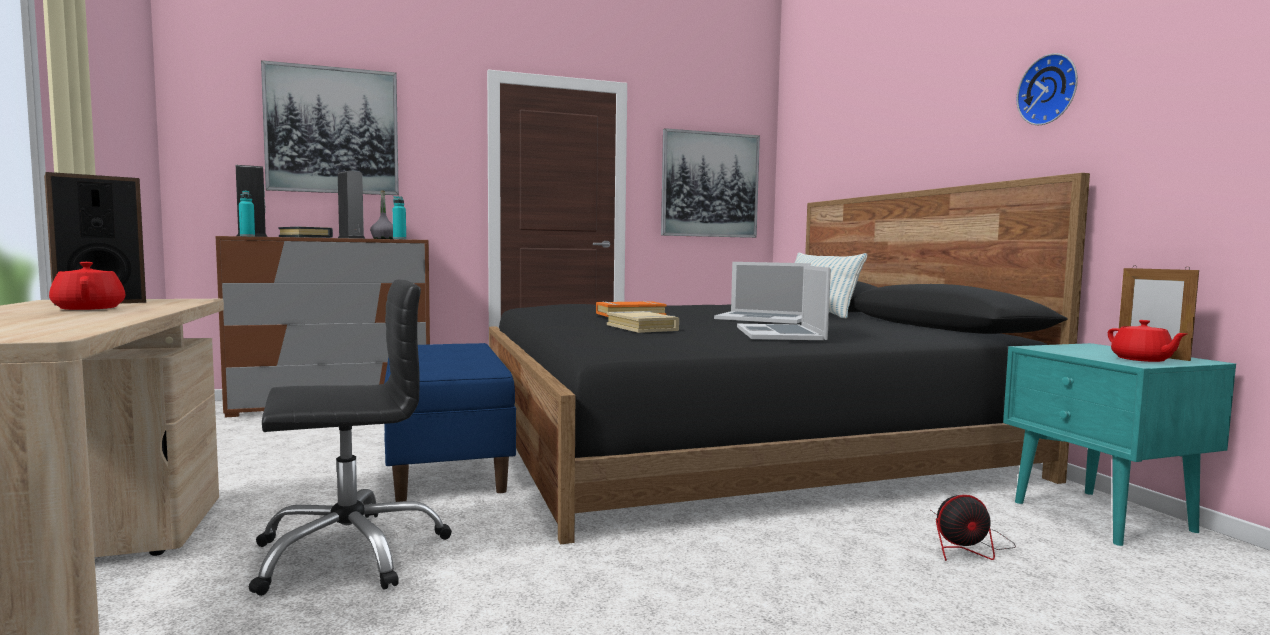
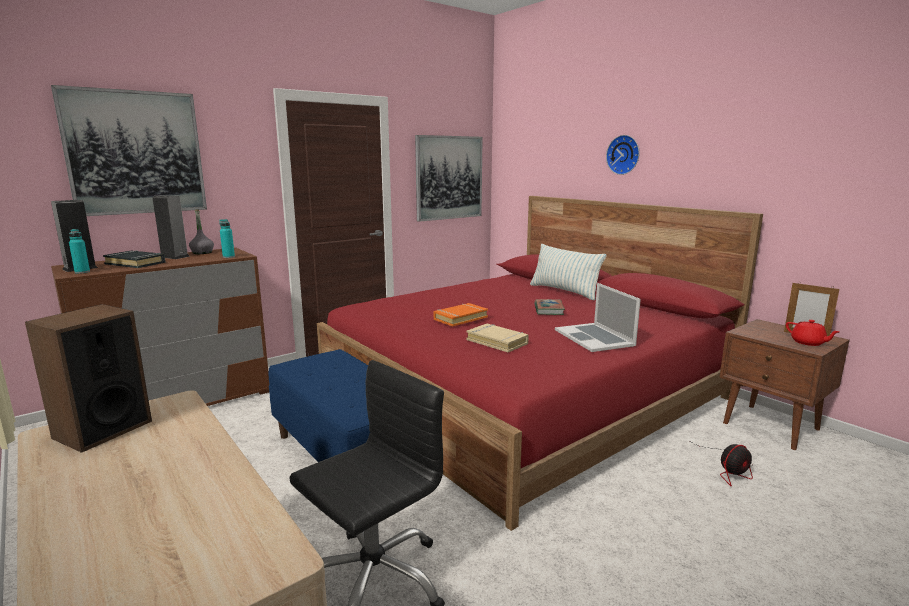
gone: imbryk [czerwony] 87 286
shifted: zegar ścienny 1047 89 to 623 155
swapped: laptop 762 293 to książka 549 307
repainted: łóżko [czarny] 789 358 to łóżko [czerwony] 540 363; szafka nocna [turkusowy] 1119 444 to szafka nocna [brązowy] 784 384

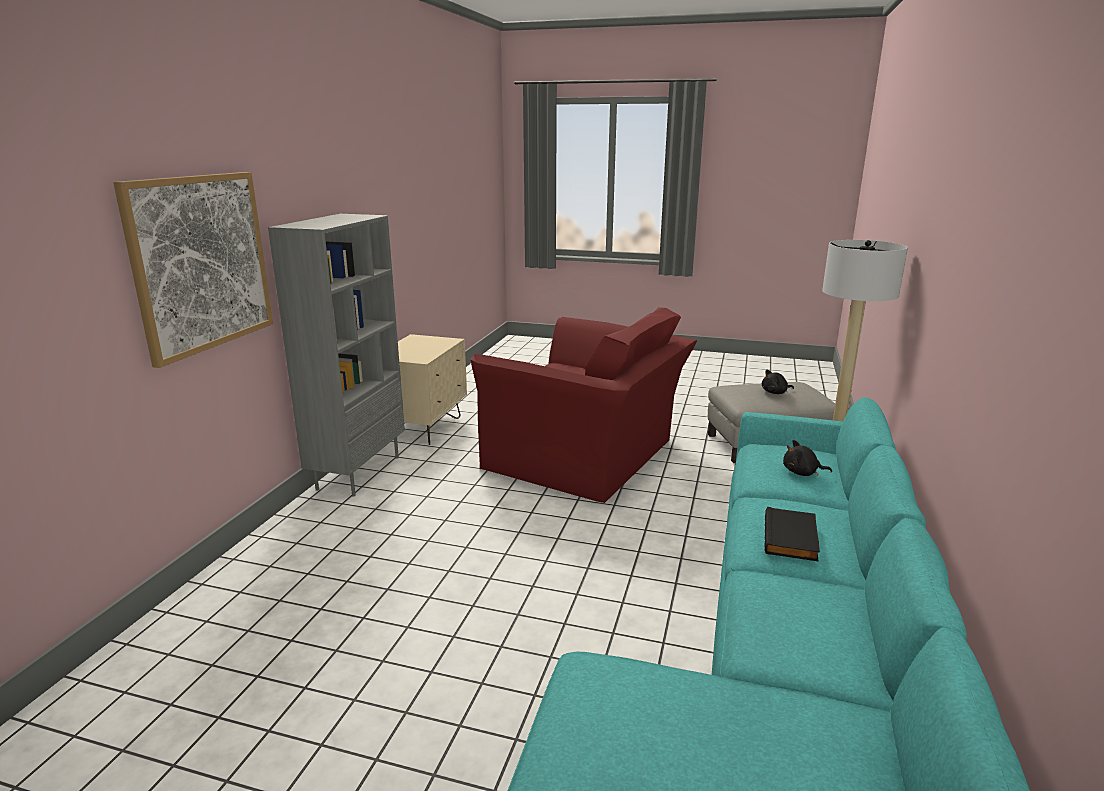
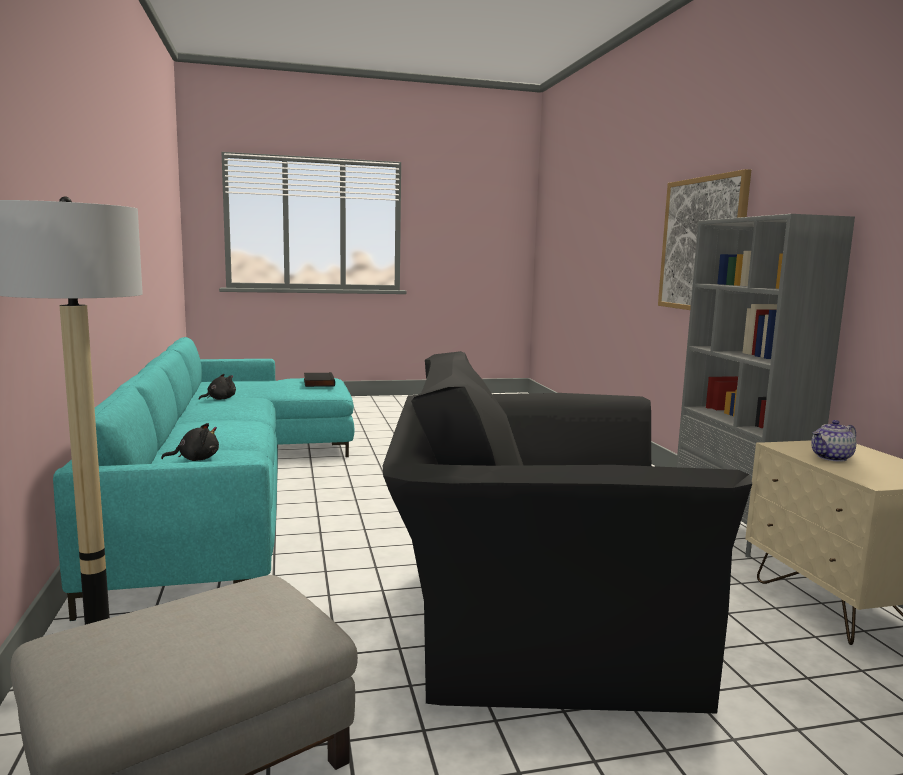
new: imbryk 833 441
shifted: pluszak [czarny] 778 381 to 217 387; książka [czarny] 792 534 to 319 379
repainted: fotel [czerwony] 583 405 to fotel [czarny] 567 532

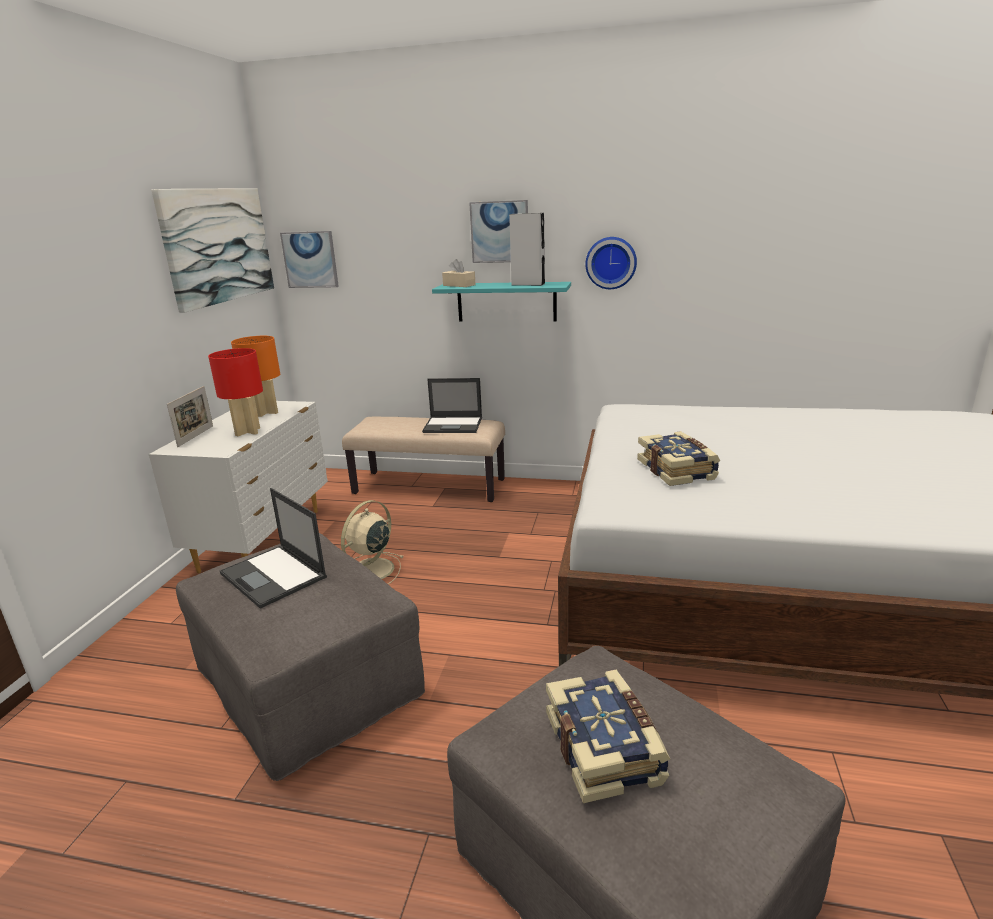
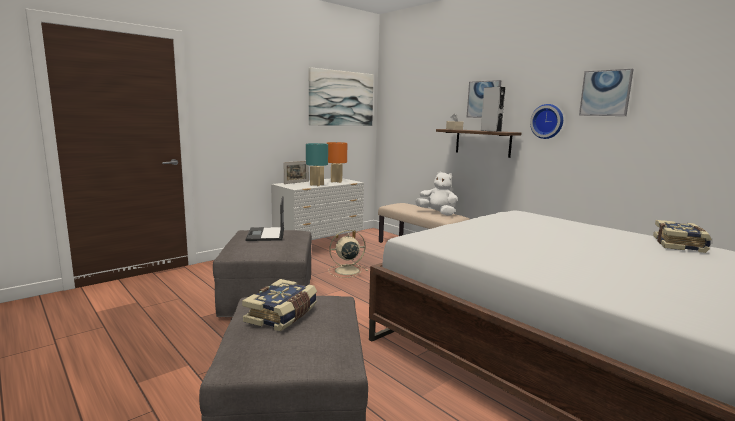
shifted: obraz 309 259 to 606 92; książka 678 458 to 682 236
swapped: laptop 452 405 to pluszak [biały] 436 193
repainted: lampa stołowa [czerwony] 235 392 to lampa stołowa [turkusowy] 317 164; półka [turkusowy] 501 302 to półka [brązowy] 478 143

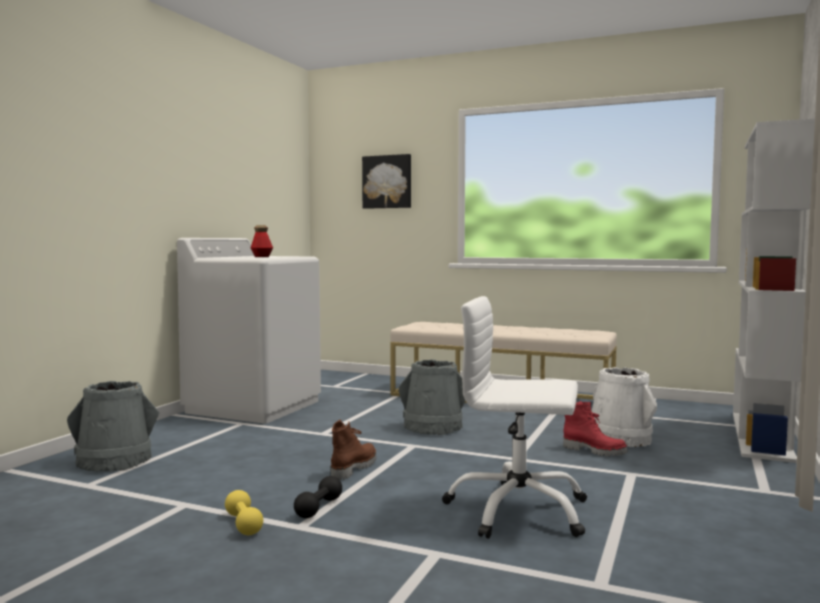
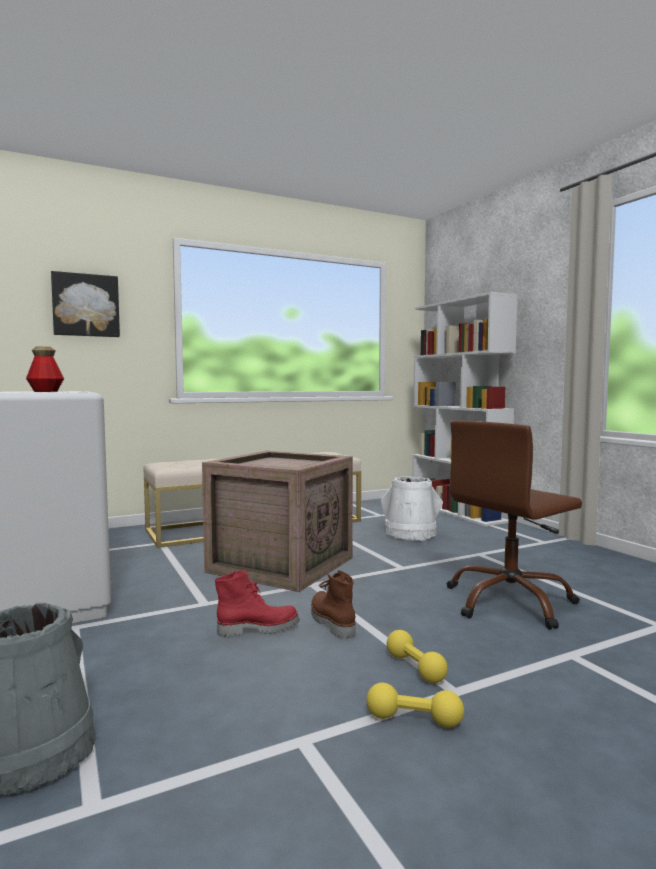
shifted: but z cholewką [czerwony] 595 428 to 257 603
swapped: wiadro [szary] 432 397 to skrzynka 277 521
repainted: hantel [czarny] 318 497 to hantel [żółty] 417 656; krzesło biurowe [biały] 514 417 to krzesło biurowe [brązowy] 514 525

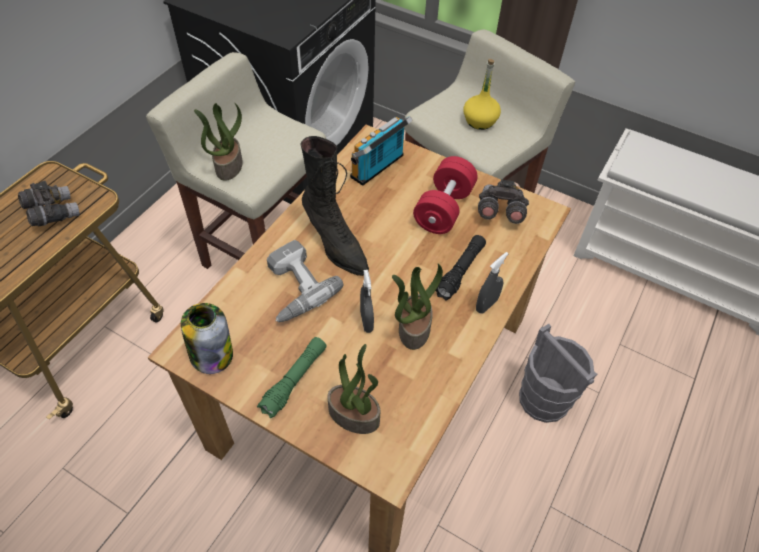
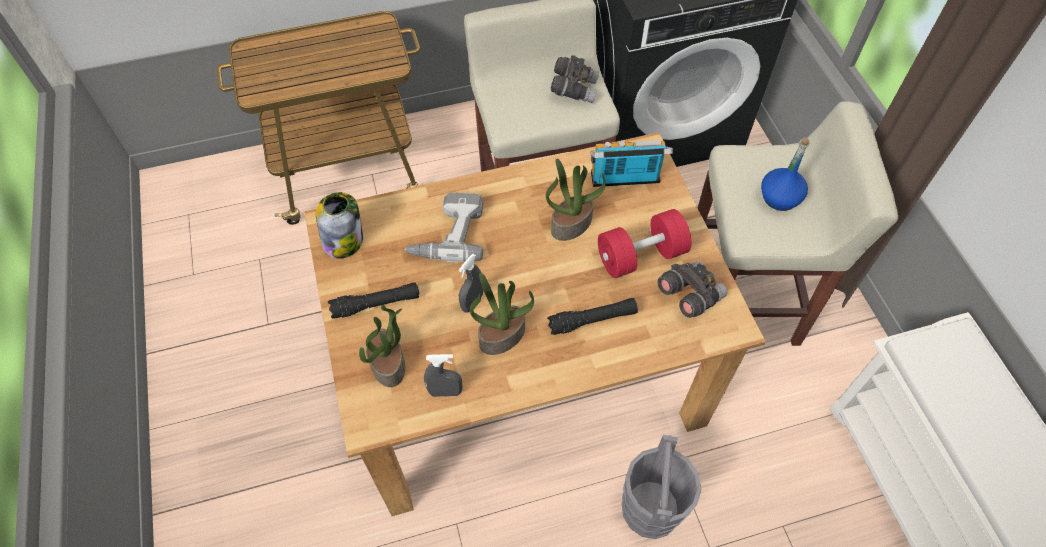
gone: but z cholewką [czarny] 334 206
shifted: lornetka [szary] 49 204 to 575 79; roślina doniczkowa 218 142 to 576 200; spryskiwacz [szary] 492 283 to 443 375
repainted: latarka [zielony] 292 377 to latarka [czarny] 373 300; butelka [żółty] 482 94 to butelka [niebieski] 785 174

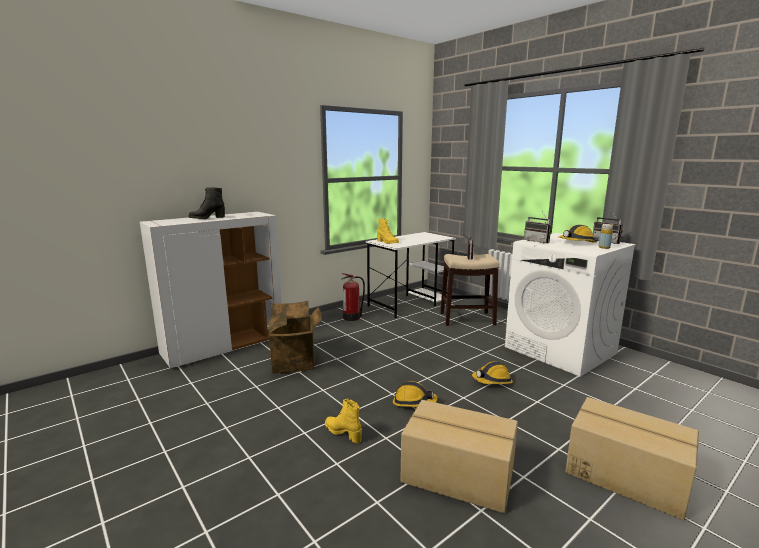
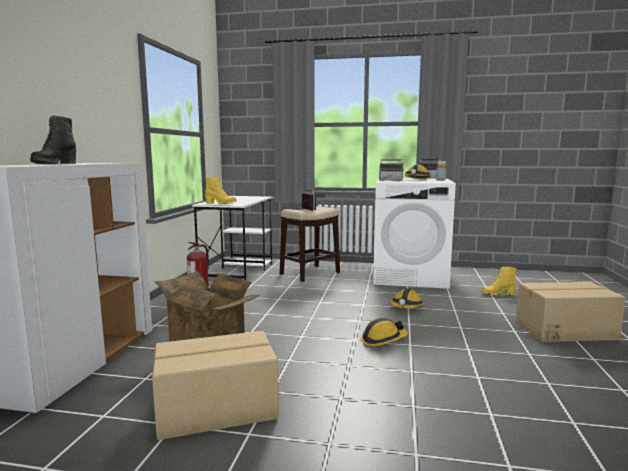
shifted: but z cholewką [żółty] 343 421 to 499 281; karton 459 456 to 215 385

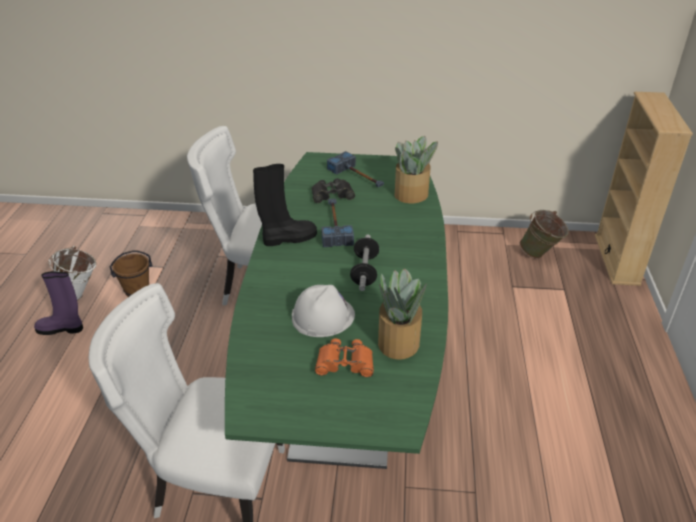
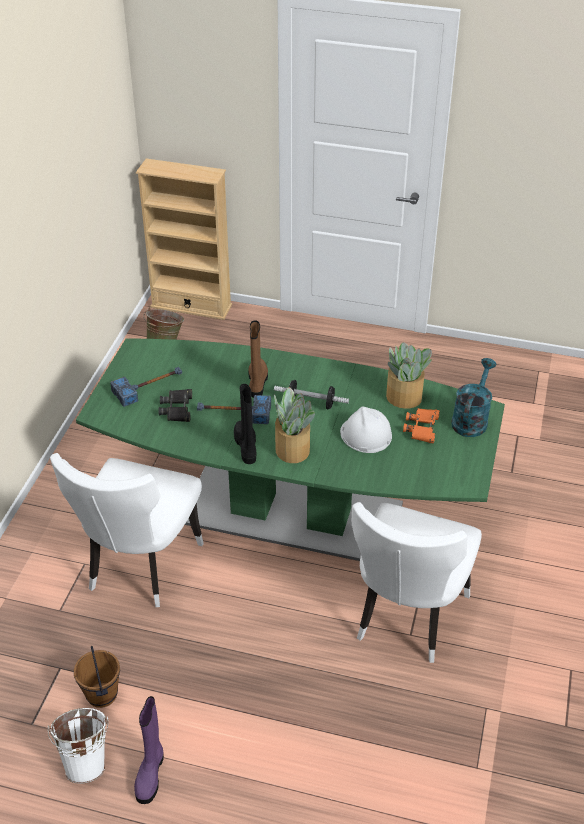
new: but z cholewką [brązowy] 258 359; konewka [turkusowy] 474 397
shifted: roślina doniczkowa 416 169 to 294 425

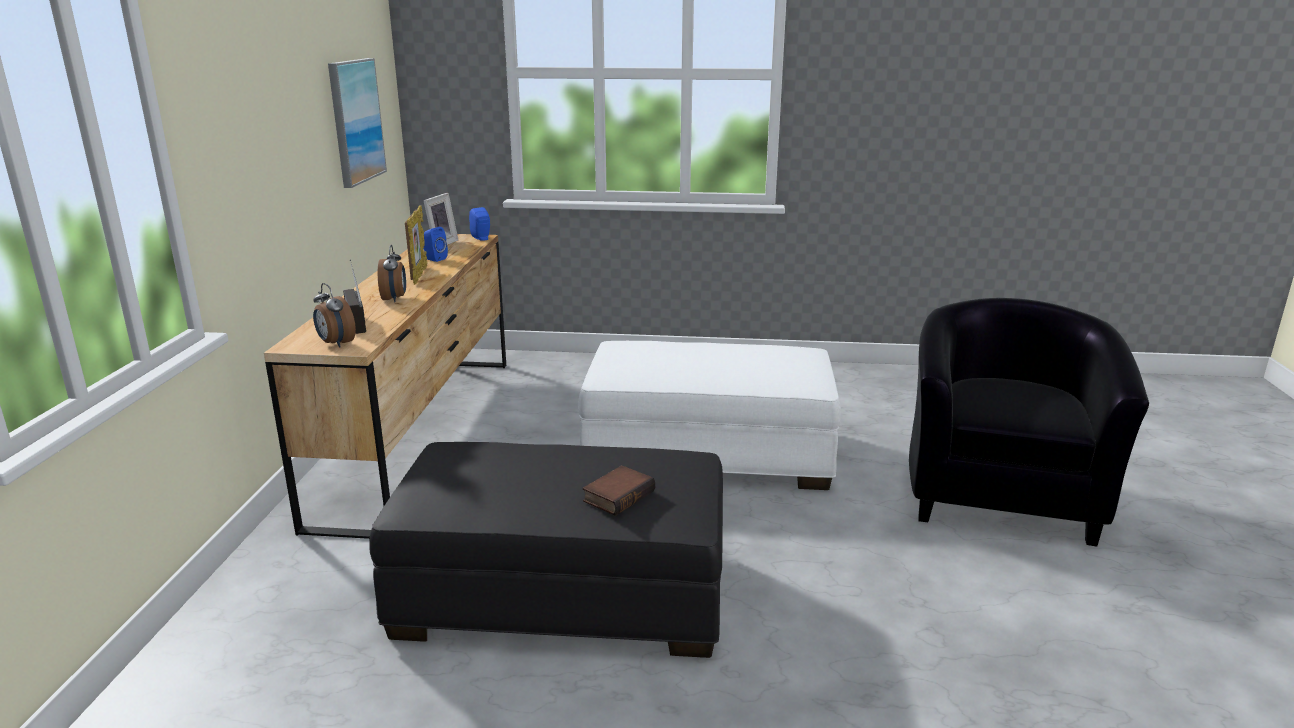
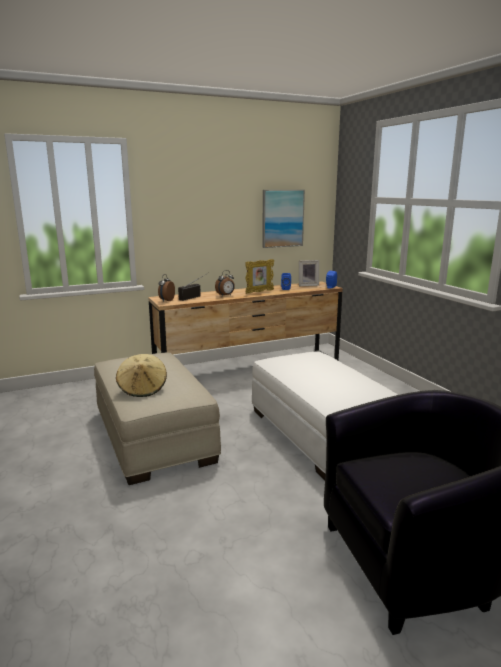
swapped: książka 619 490 to kapelusz [beżowy] 141 375
repainted: pufa [czarny] 546 550 to pufa [beżowy] 157 418

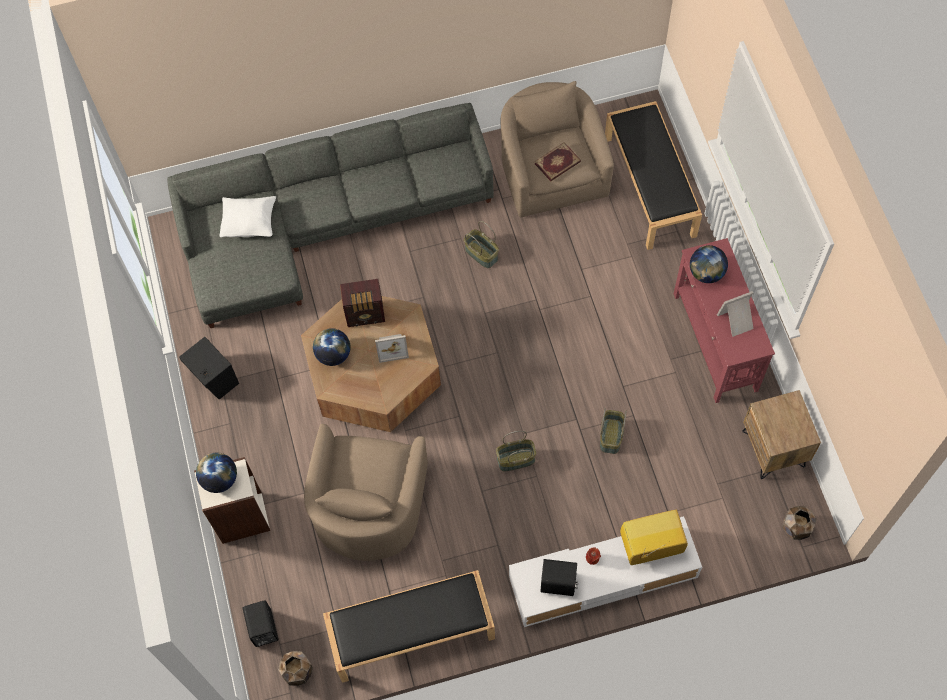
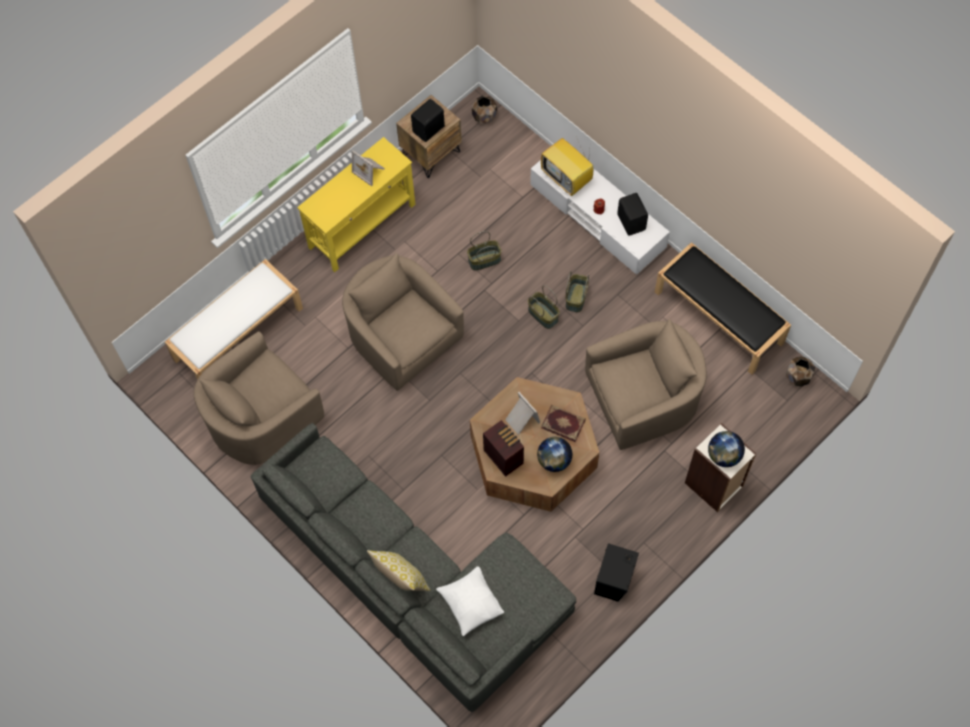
gone: globus 709 264
new: fotel [beżowy] 403 322; poduszka 399 570
shifted: głośnik [czarny] 260 624 to 428 120; koszyk 481 244 to 577 291; książka 558 161 to 563 423
repainted: ławka [czarny] 653 175 to ławka [biały] 234 319; stolik konsolowy [czerwony] 724 320 to stolik konsolowy [żółty] 356 204

